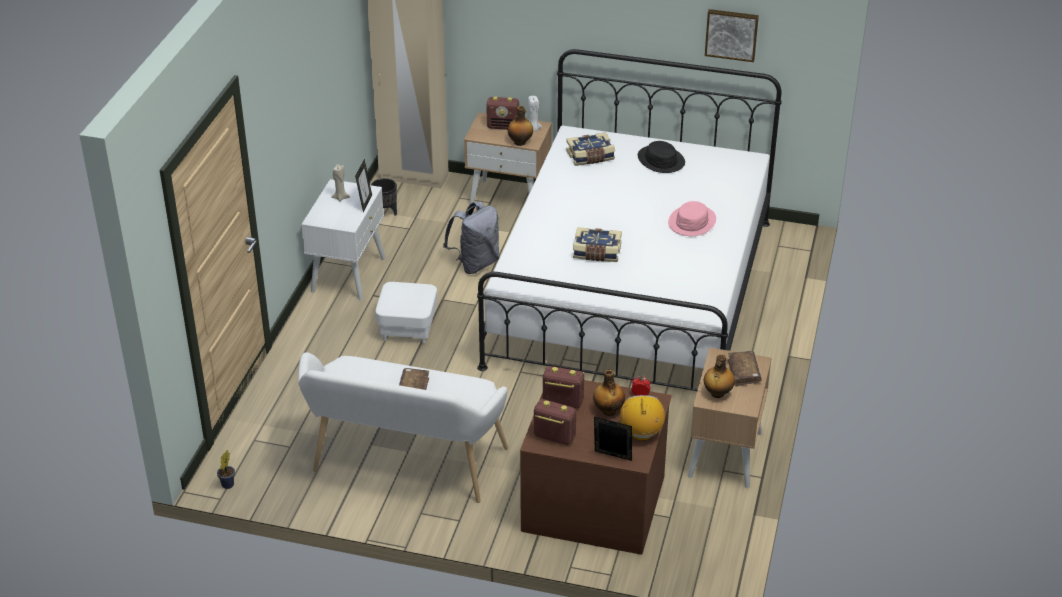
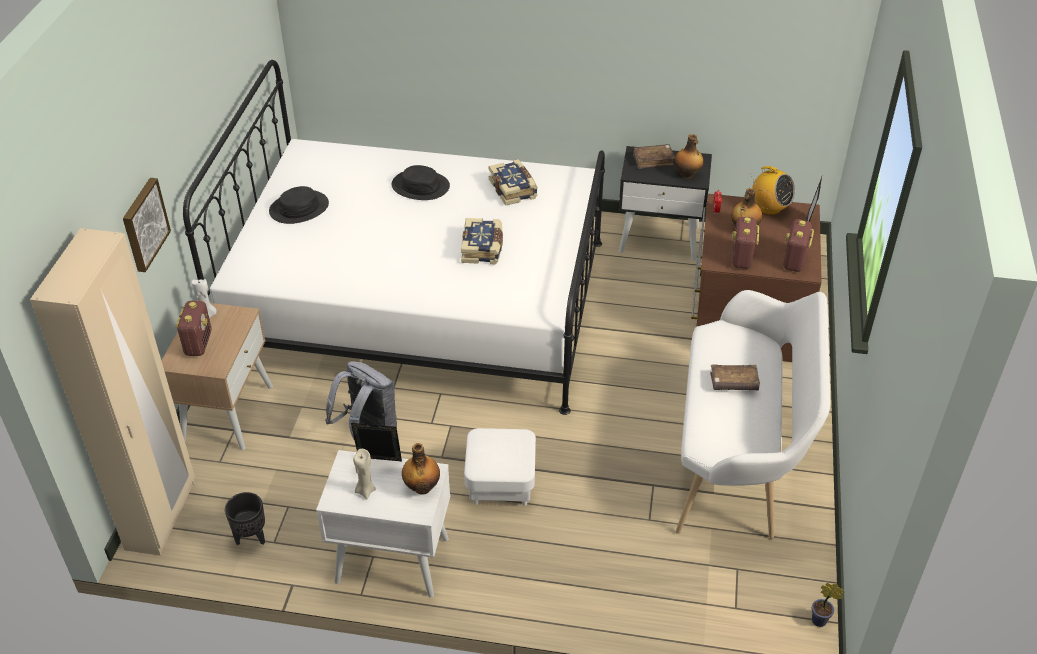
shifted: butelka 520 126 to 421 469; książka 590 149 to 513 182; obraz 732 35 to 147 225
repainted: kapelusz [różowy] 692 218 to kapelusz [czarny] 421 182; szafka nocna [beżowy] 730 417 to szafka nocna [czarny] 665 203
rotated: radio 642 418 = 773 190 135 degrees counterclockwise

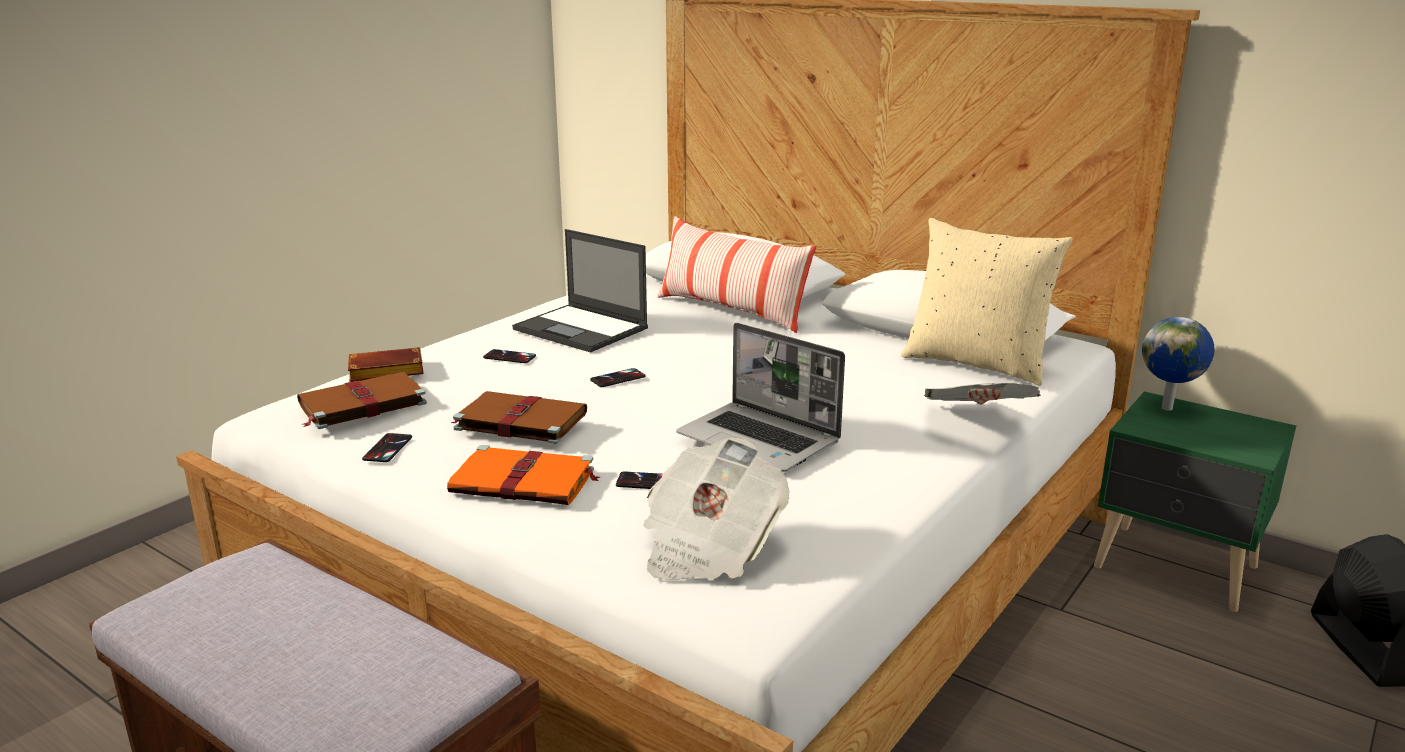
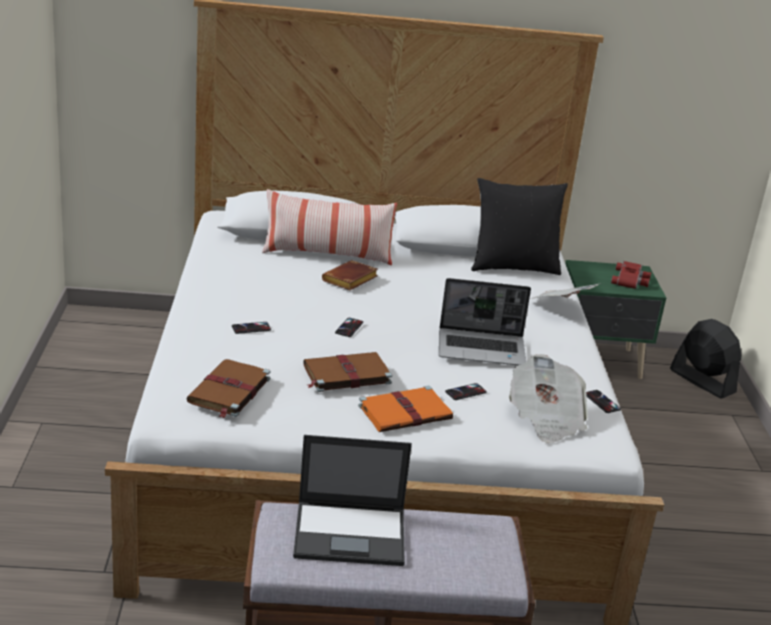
gone: globus 1178 364
new: lornetka [czerwony] 631 275
shifted: książka [brązowy] 386 364 to 350 275; telefon 387 447 to 603 401; laptop 580 291 to 352 500
repainted: poduszka [beżowy] 987 302 to poduszka [czarny] 519 226

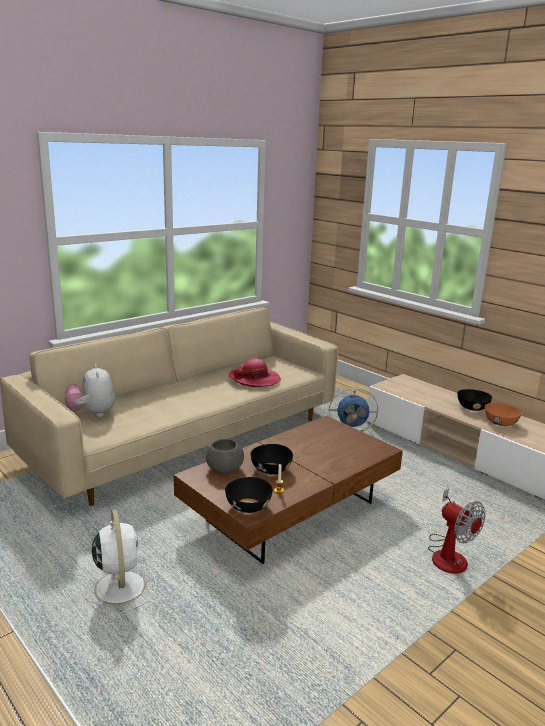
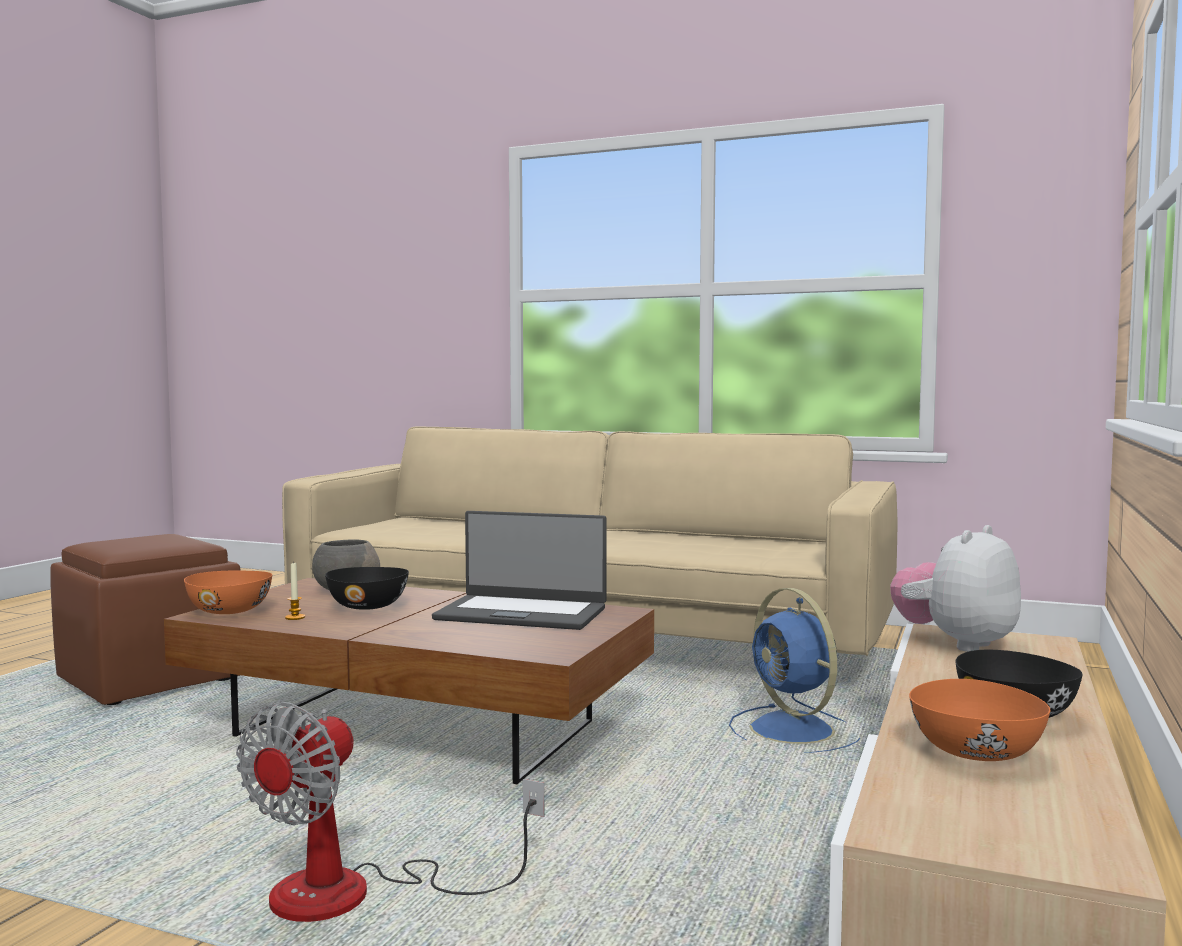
gone: kapelusz 254 372
new: laptop 519 570
shifted: pluszak 90 390 to 955 588
swapped: wentylator [biały] 119 563 to pufa [brązowy] 145 619
repainted: miska [czarny] 249 495 to miska [pomarańczowy] 228 592

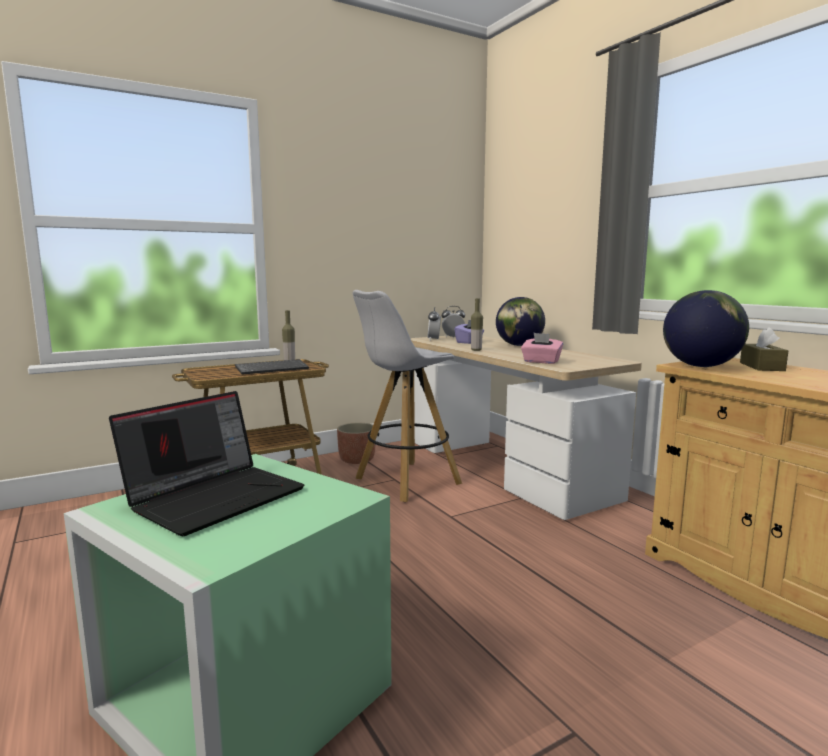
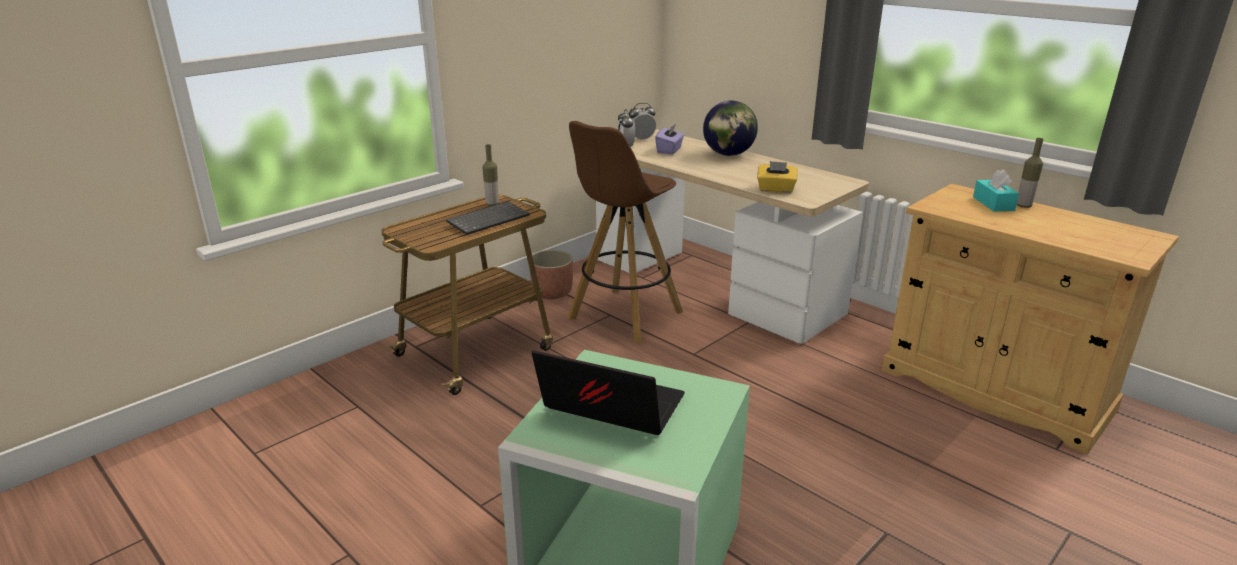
gone: globus 706 328
shifted: butelka 477 324 to 1030 173
repainted: stołek [biały] 407 396 to stołek [brązowy] 625 232; pudełko chusteczek [różowy] 542 348 to pudełko chusteczek [żółty] 777 177; pudełko chusteczek [brązowy] 764 349 to pudełko chusteczek [turkusowy] 996 190
rotated: laptop 206 463 = 608 392 90 degrees counterclockwise

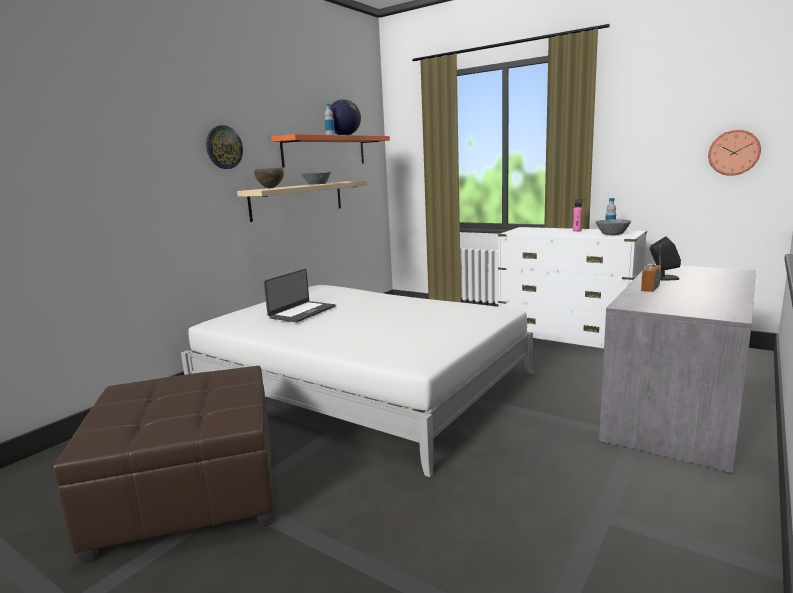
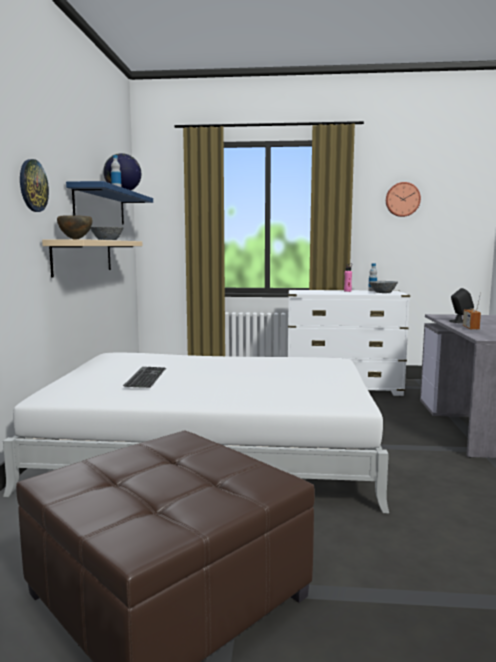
shifted: zegar ścienny 734 153 to 403 199
swapped: laptop 300 295 to klawiatura 144 377
repainted: półka [pomarańczowy] 330 151 to półka [niebieski] 109 203

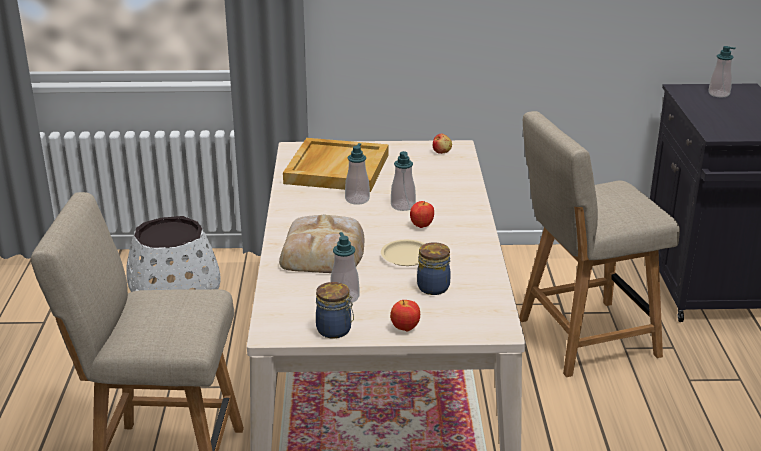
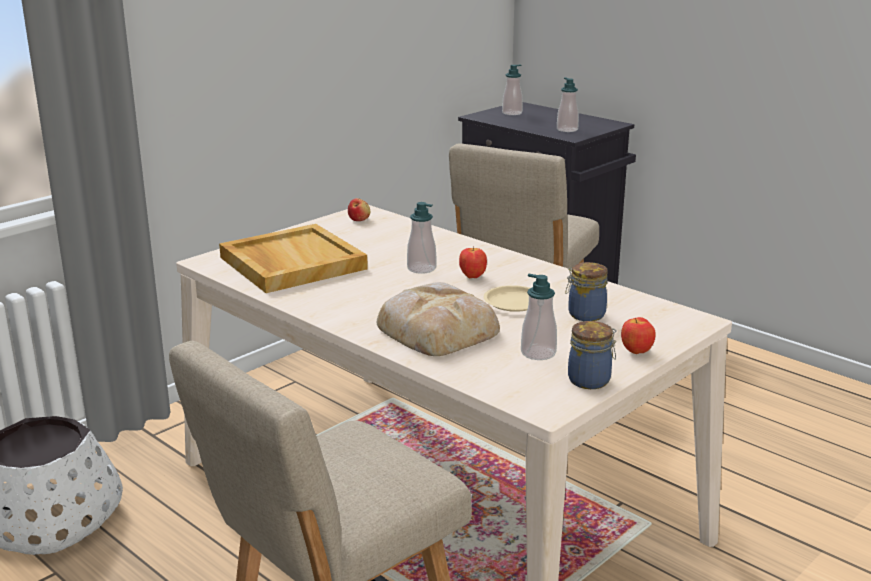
shifted: dozownik mydła 357 174 to 568 104

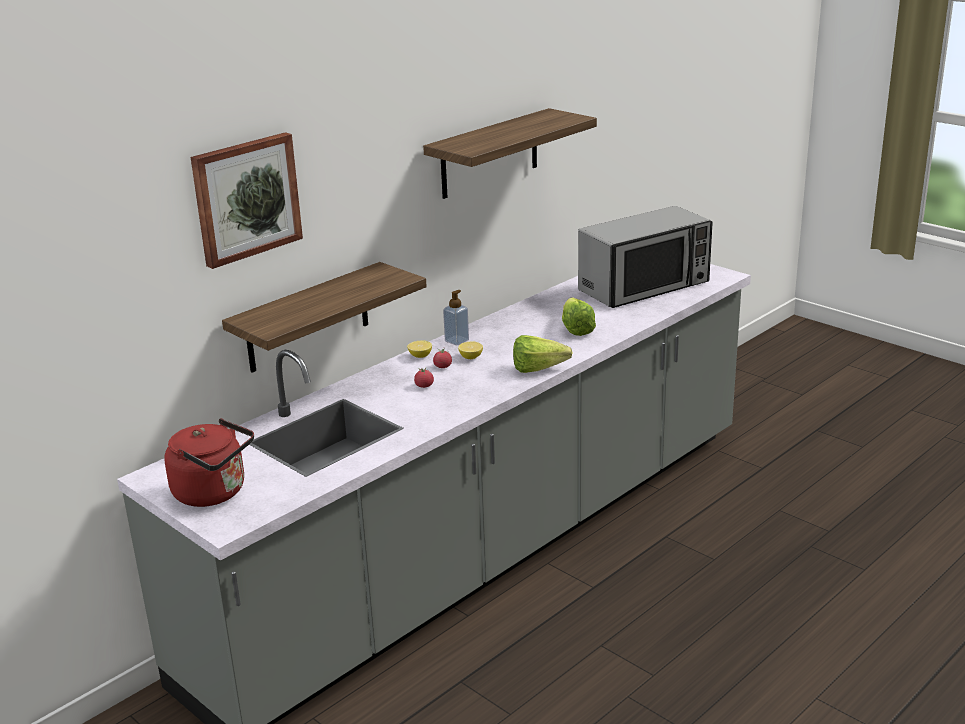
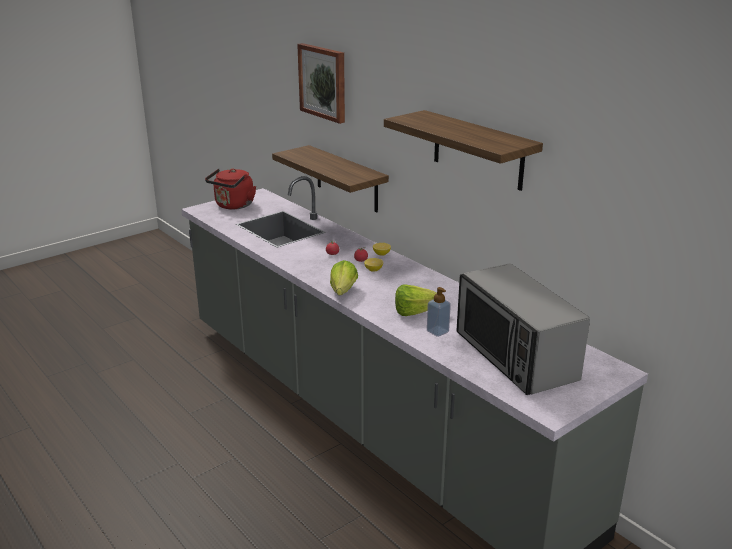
shifted: dozownik mydła 456 317 to 439 312

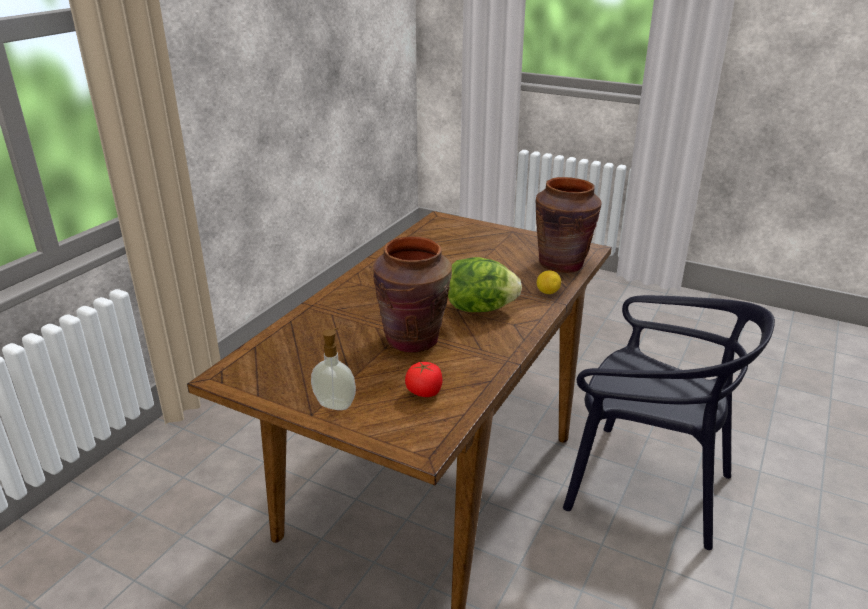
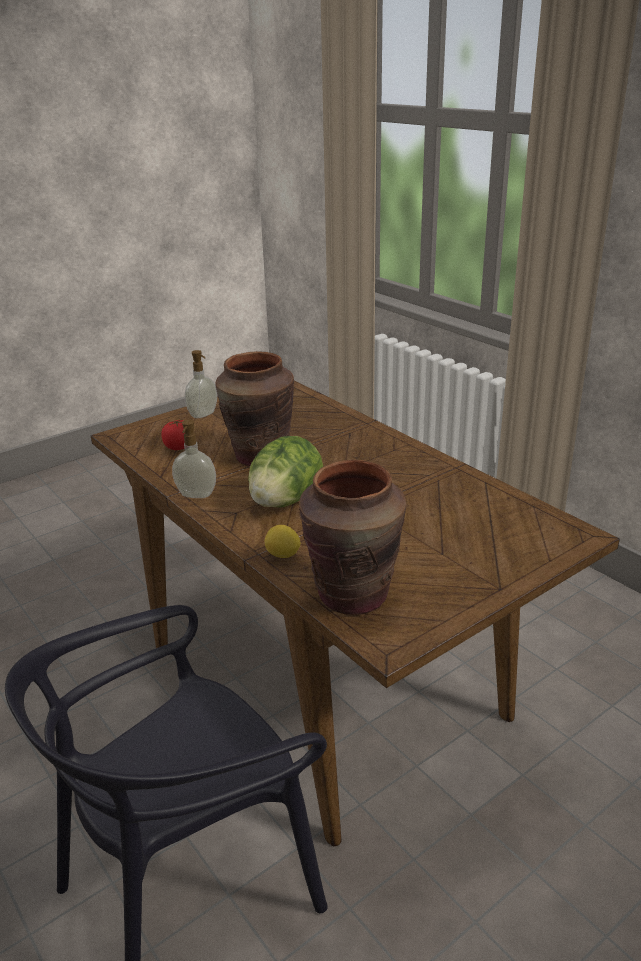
new: dozownik mydła 194 459

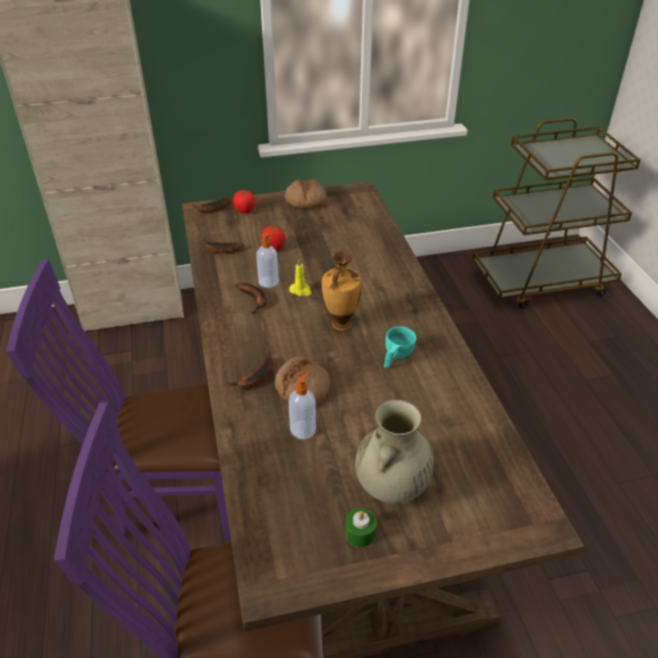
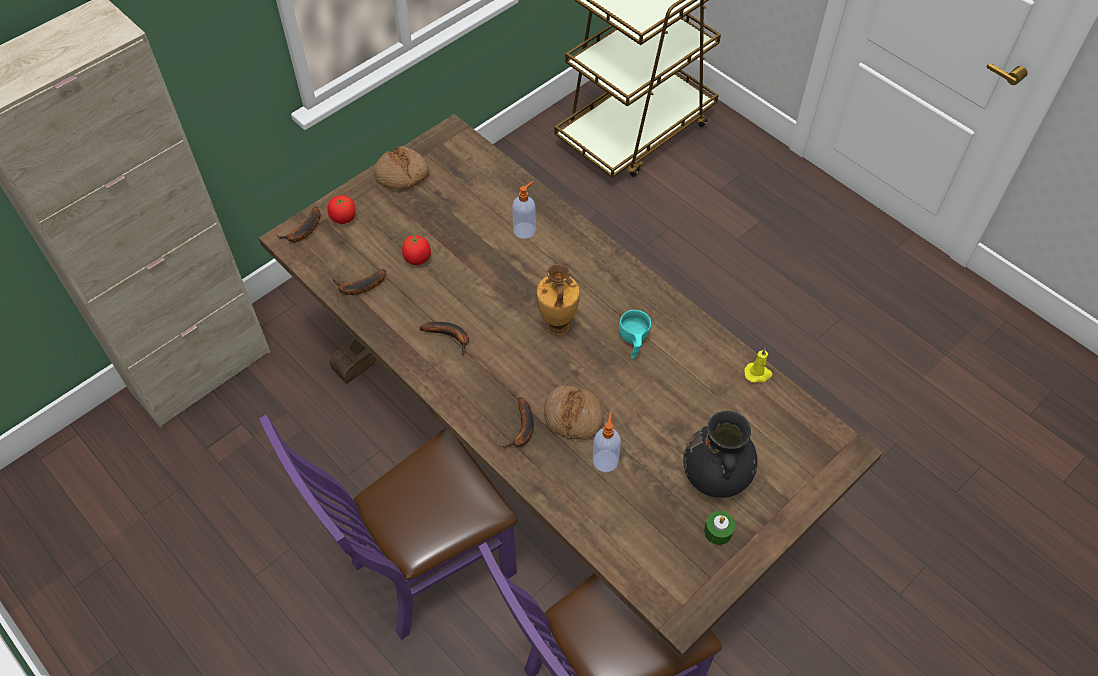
shifted: dozownik mydła 267 260 to 524 210; świeca [żółty] 300 277 to 758 365
repainted: wazon [beżowy] 394 452 to wazon [czarny] 720 454

